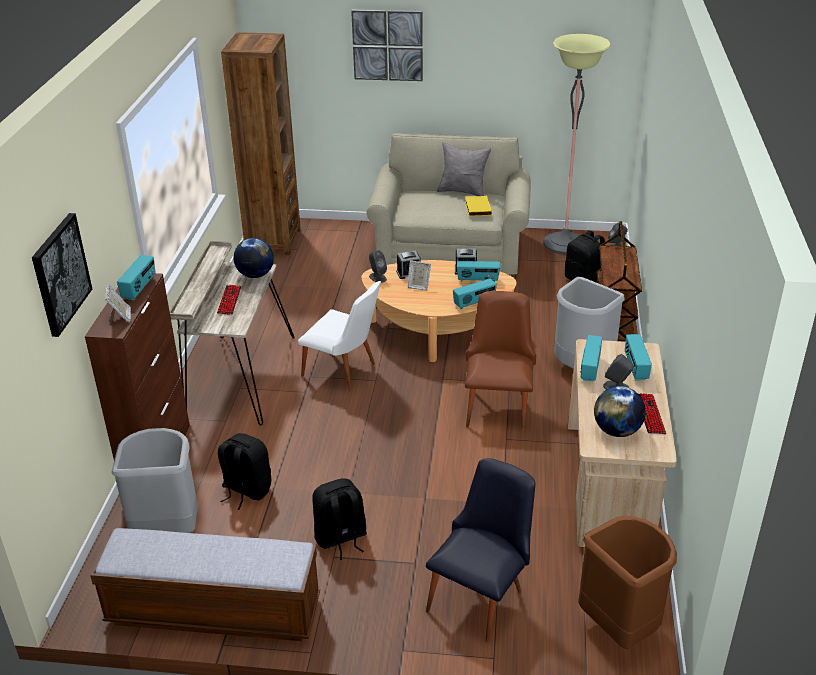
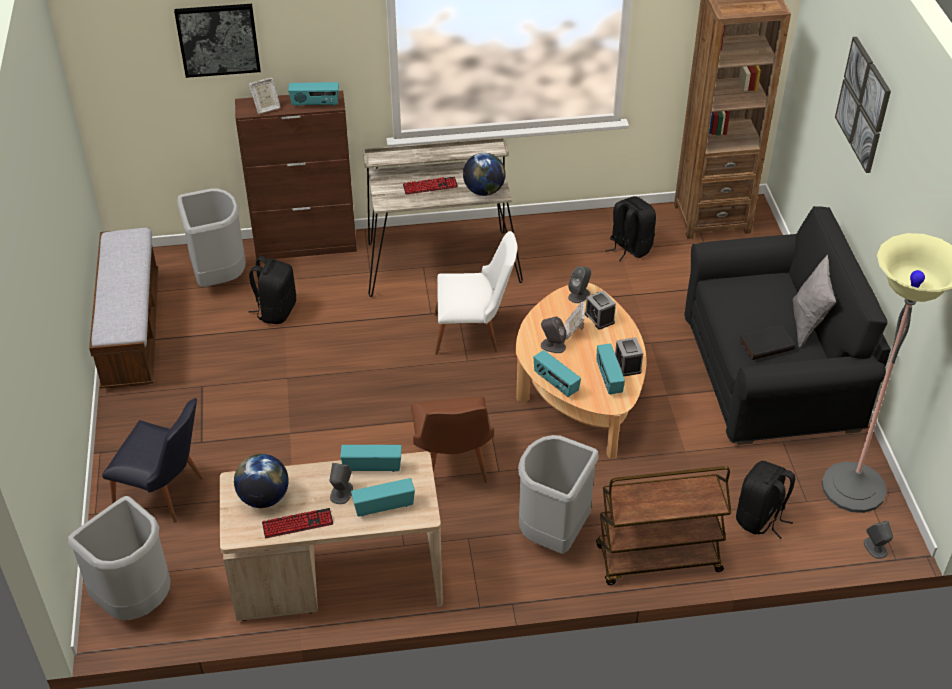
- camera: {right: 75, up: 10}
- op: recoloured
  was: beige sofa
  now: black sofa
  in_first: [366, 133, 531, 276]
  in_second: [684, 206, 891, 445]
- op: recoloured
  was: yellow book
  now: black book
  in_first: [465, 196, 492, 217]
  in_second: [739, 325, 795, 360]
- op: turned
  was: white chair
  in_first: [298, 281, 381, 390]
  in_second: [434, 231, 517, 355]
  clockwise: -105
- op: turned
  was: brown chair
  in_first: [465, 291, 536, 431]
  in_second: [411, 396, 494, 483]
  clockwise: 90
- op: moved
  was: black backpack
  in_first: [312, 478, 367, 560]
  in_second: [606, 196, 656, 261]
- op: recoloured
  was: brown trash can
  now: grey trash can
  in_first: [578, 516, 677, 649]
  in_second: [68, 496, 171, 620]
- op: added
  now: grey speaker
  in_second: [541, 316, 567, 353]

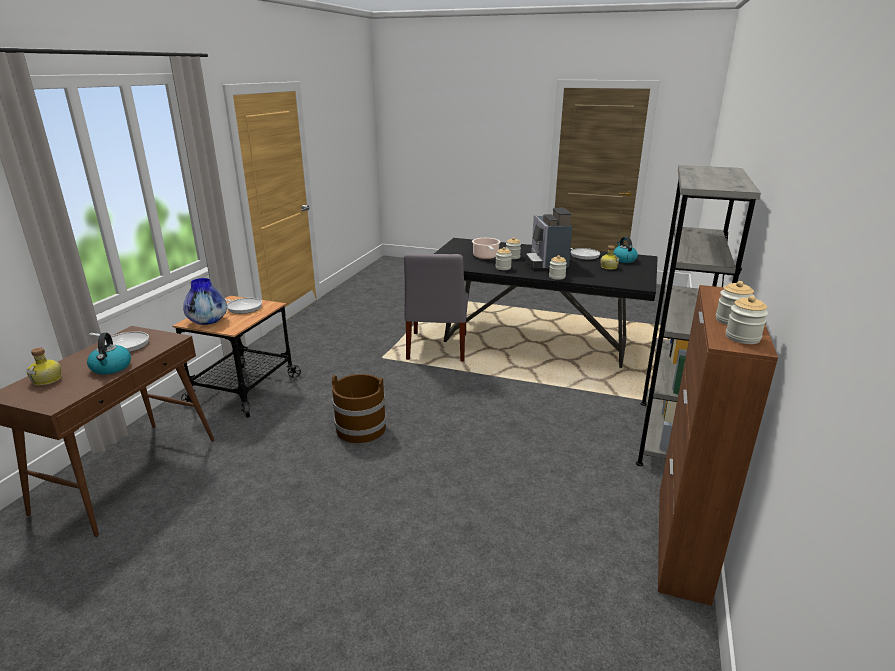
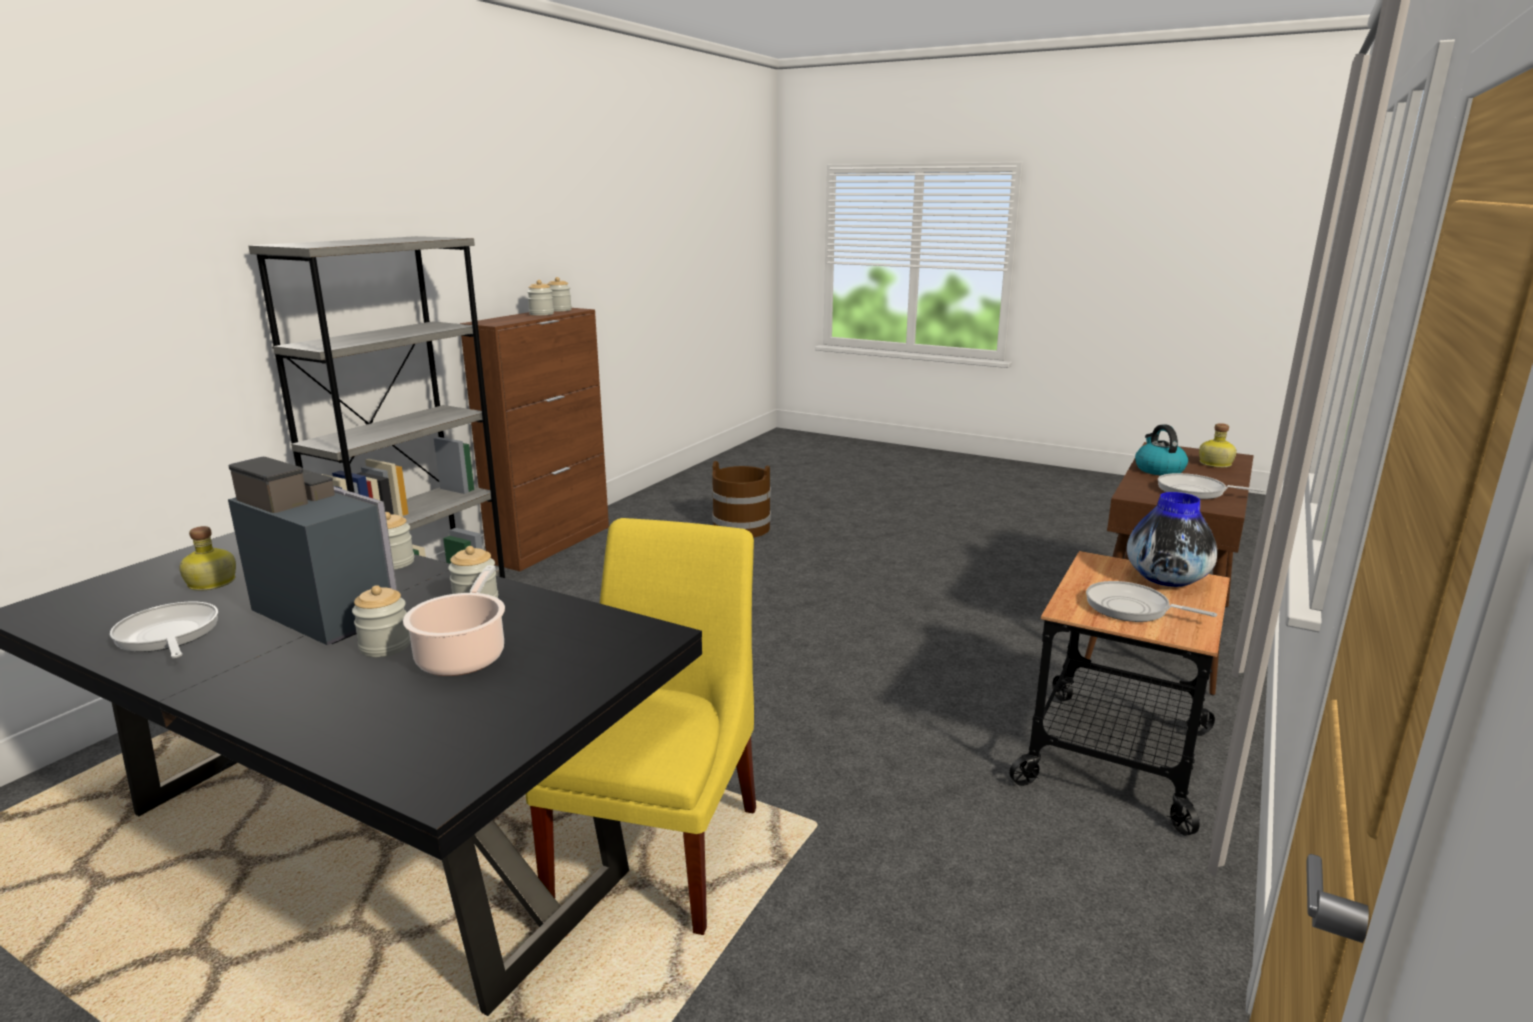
- camera: {right: -170, up: -5}
- op: turned
  was: coffee machine
  in_first: [526, 208, 573, 269]
  in_second: [228, 457, 397, 645]
  clockwise: -60
- op: removed
  was: kettle
  in_first: [613, 237, 638, 263]
- op: recoloured
  was: grey chair
  now: yellow chair
  in_first: [404, 253, 468, 361]
  in_second: [526, 518, 756, 935]
- op: moved
  was: brown bucket
  in_first: [332, 374, 386, 443]
  in_second: [712, 461, 771, 538]

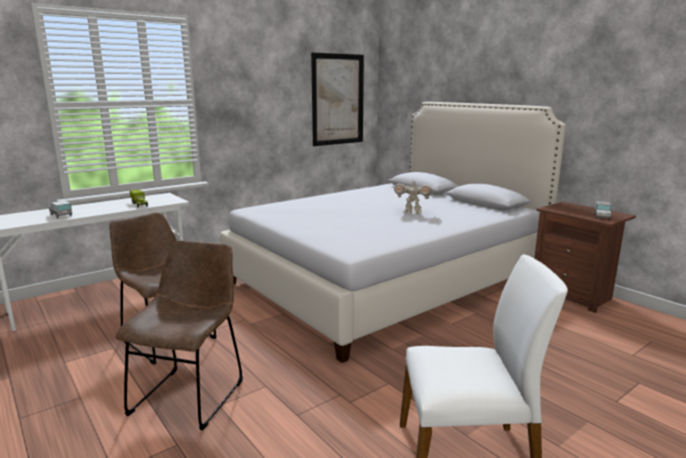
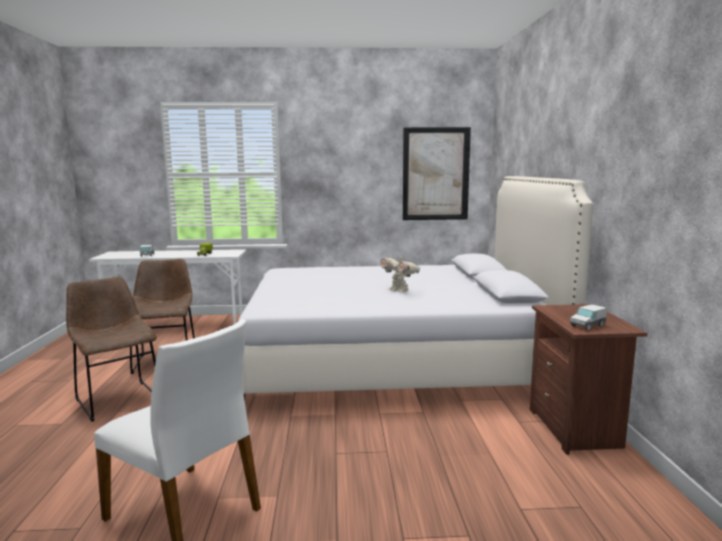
- camera: {right: 35, up: -5}
- op: turned
  was: brown chair
  in_first: [116, 240, 243, 430]
  in_second: [66, 276, 157, 422]
  clockwise: -90

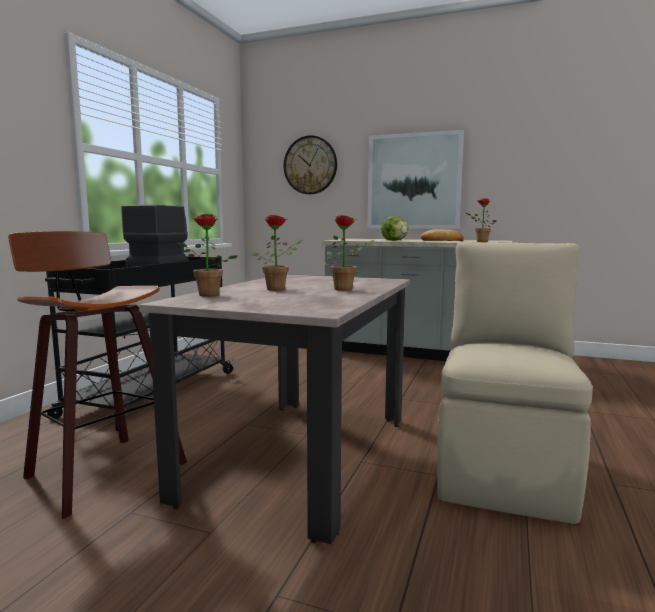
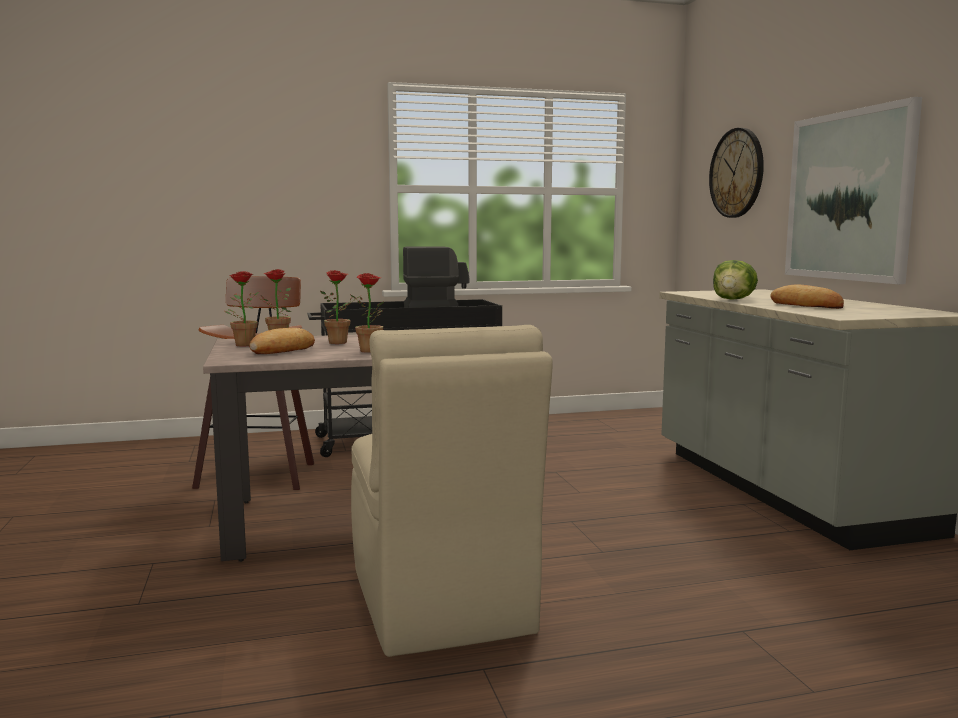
- camera: {right: 55, up: 0}
- op: moved
  was: potted plant
  in_first: [466, 198, 497, 242]
  in_second: [224, 271, 260, 346]
- op: turned
  was: beige chair
  in_first: [437, 242, 593, 524]
  in_second: [351, 325, 553, 657]
  clockwise: 90
- op: added
  now: bread
  in_second: [249, 328, 315, 354]

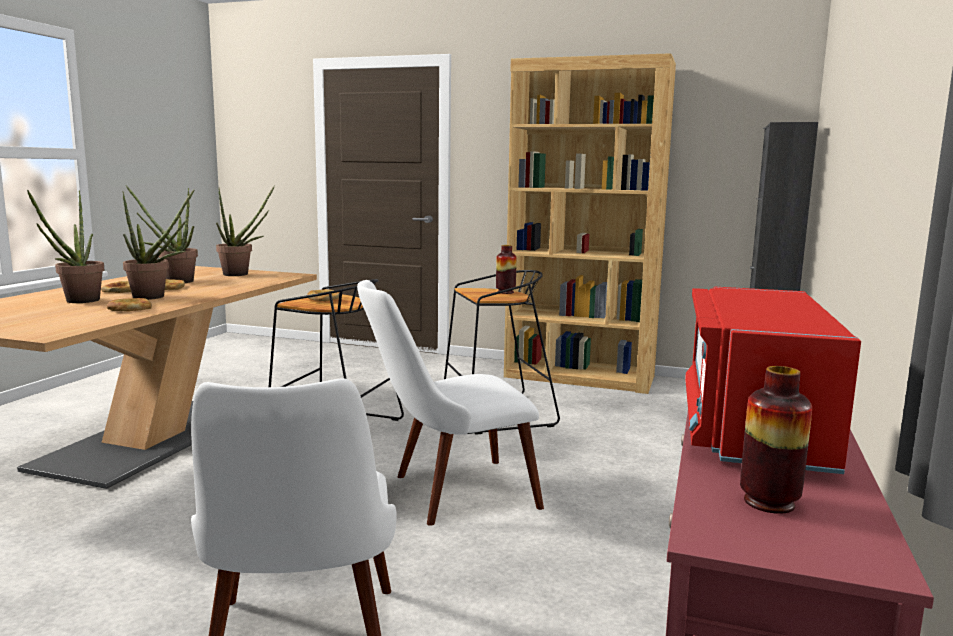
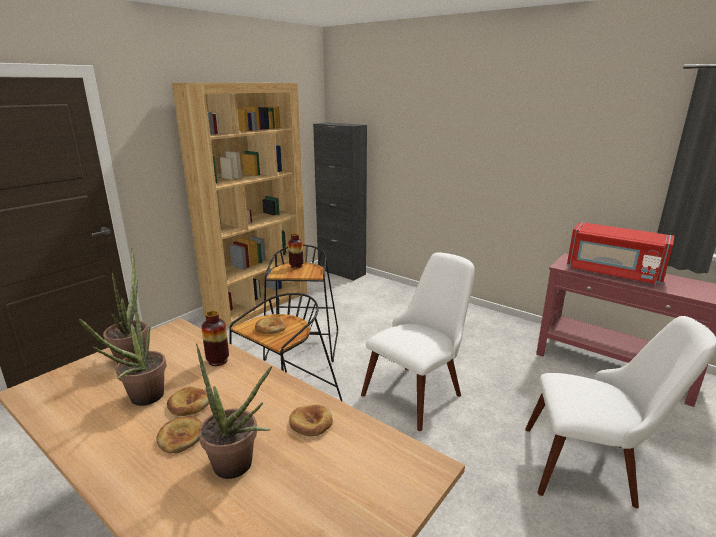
- camera: {right: -70, up: 10}
- op: removed
  was: potted plant
  in_first: [122, 189, 195, 300]
- op: turned
  was: white chair
  in_first: [357, 280, 544, 526]
  in_second: [361, 252, 475, 431]
  clockwise: -135
- op: moved
  was: vase
  in_first: [740, 366, 812, 514]
  in_second: [201, 311, 229, 366]

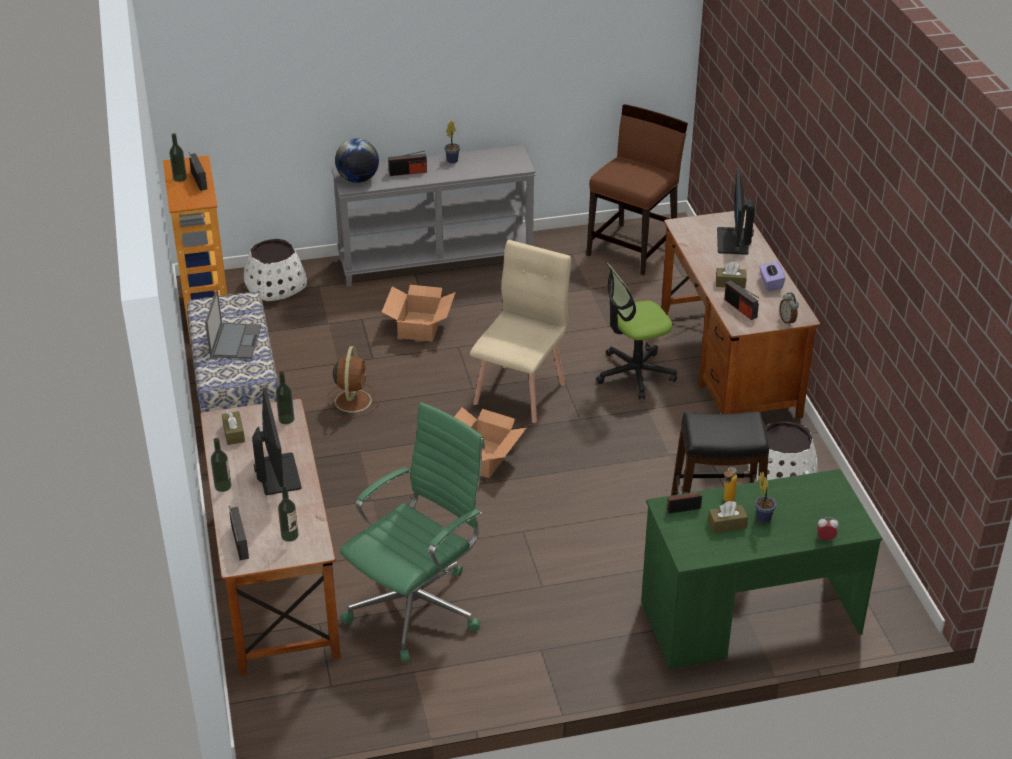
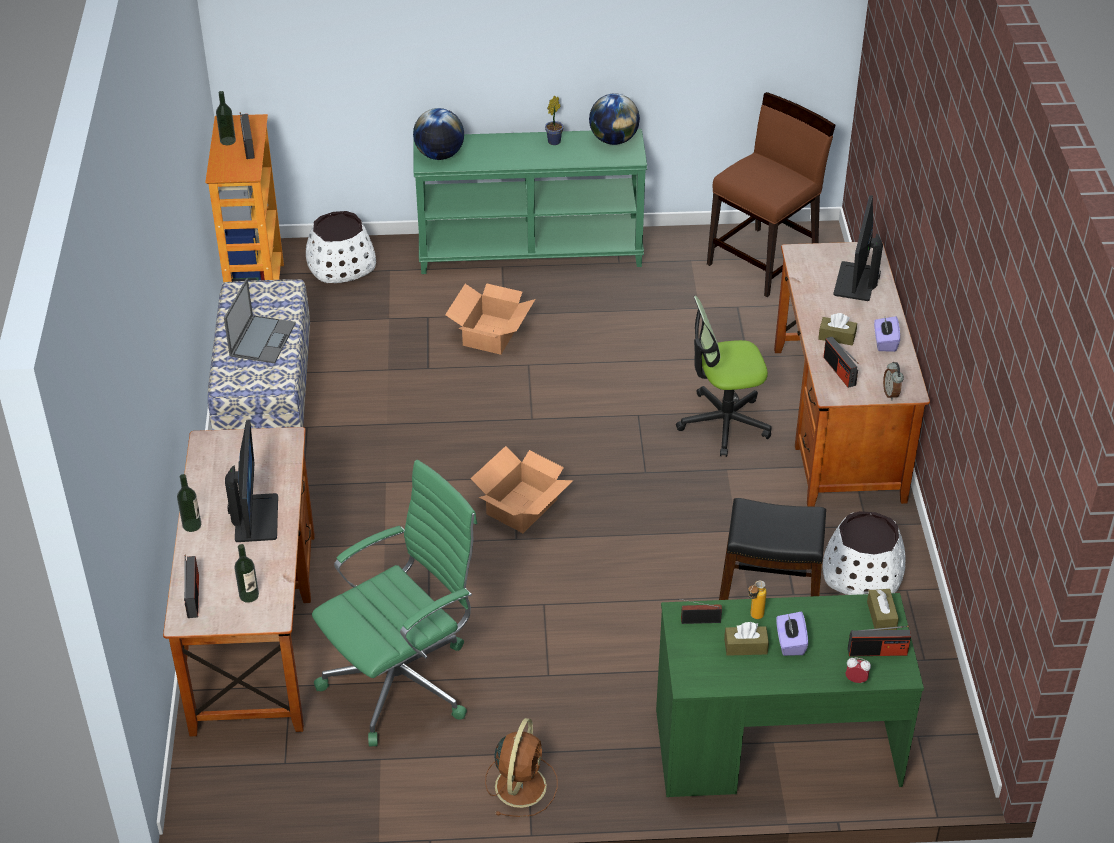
- camera: {right: 10, up: 5}
- op: recoloured
  was: grey console table
  now: green console table
  in_first: [331, 145, 536, 287]
  in_second: [413, 129, 647, 274]
- op: moved
  was: radio
  in_first: [388, 151, 427, 176]
  in_second: [848, 626, 911, 656]
- op: removed
  was: beige chair
  in_first: [470, 240, 571, 423]
- op: moved
  was: brown fan
  in_first: [327, 346, 380, 418]
  in_second: [485, 718, 558, 817]
- op: removed
  was: bottle
  in_first: [276, 372, 295, 424]
- op: moved
  was: brown tissue box
  in_first: [222, 411, 245, 445]
  in_second: [867, 589, 899, 630]
- op: replaced
  was: potted plant
  now: purple tissue box
  in_first: [755, 472, 777, 523]
  in_second: [776, 612, 808, 656]
- op: added
  now: globe
  in_second: [589, 93, 640, 145]

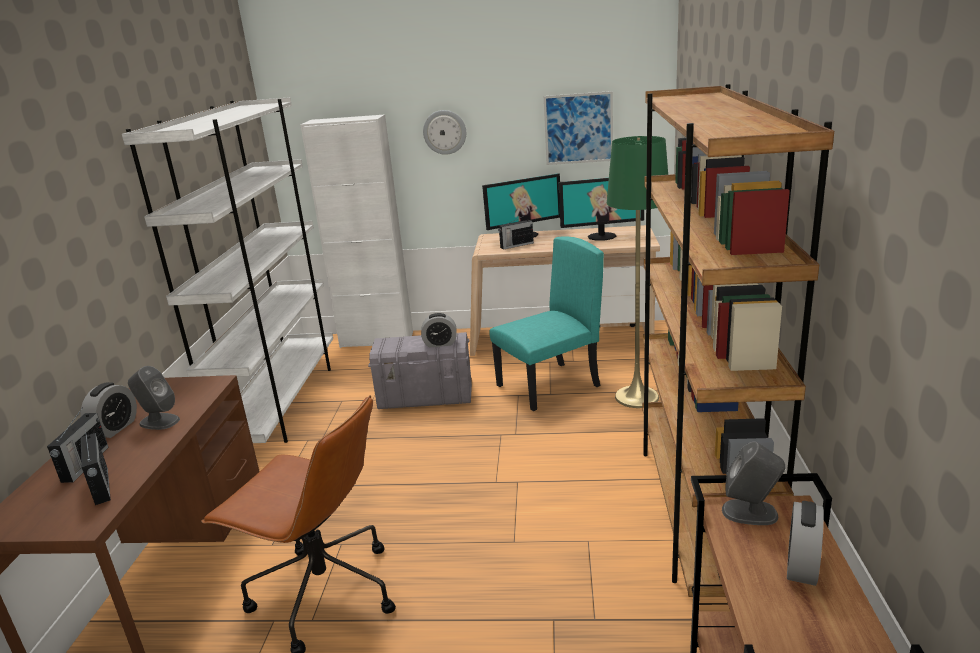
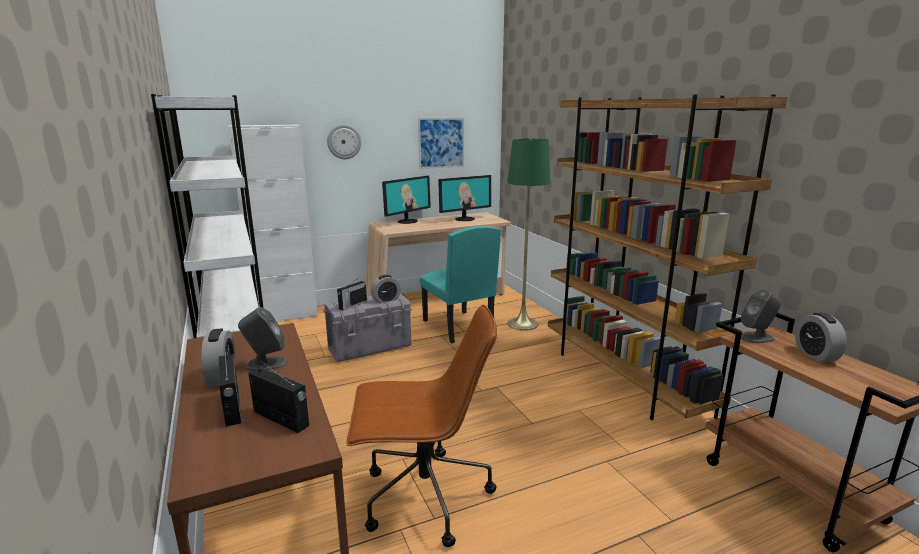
- camera: {right: -30, up: -5}
- op: moved
  was: radio
  in_first: [498, 216, 534, 250]
  in_second: [337, 277, 367, 311]
- op: turned
  was: turquoise chair
  in_first: [489, 236, 604, 411]
  in_second: [420, 226, 501, 343]
  clockwise: 120

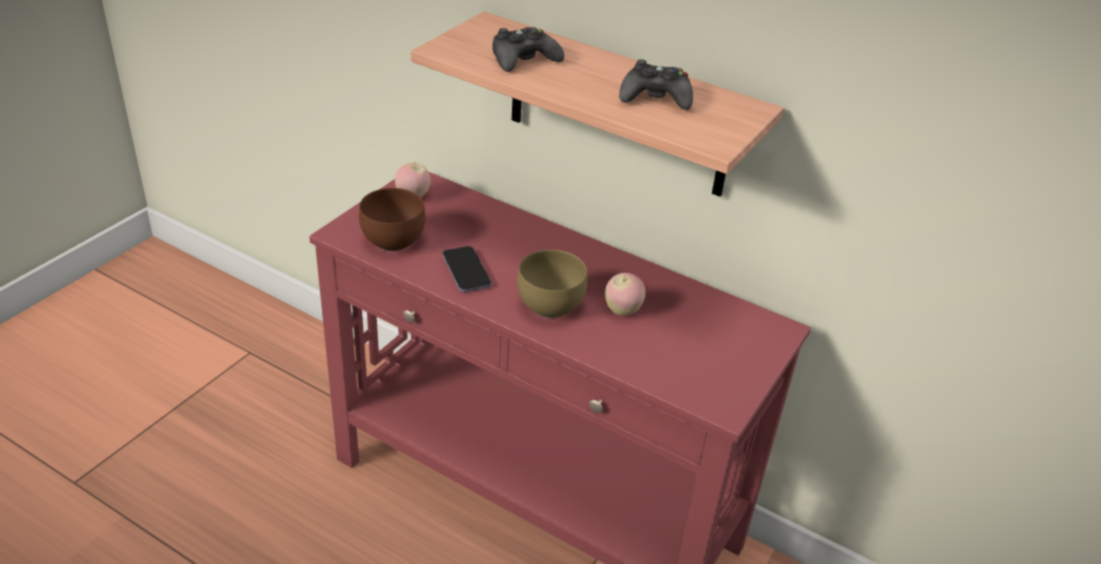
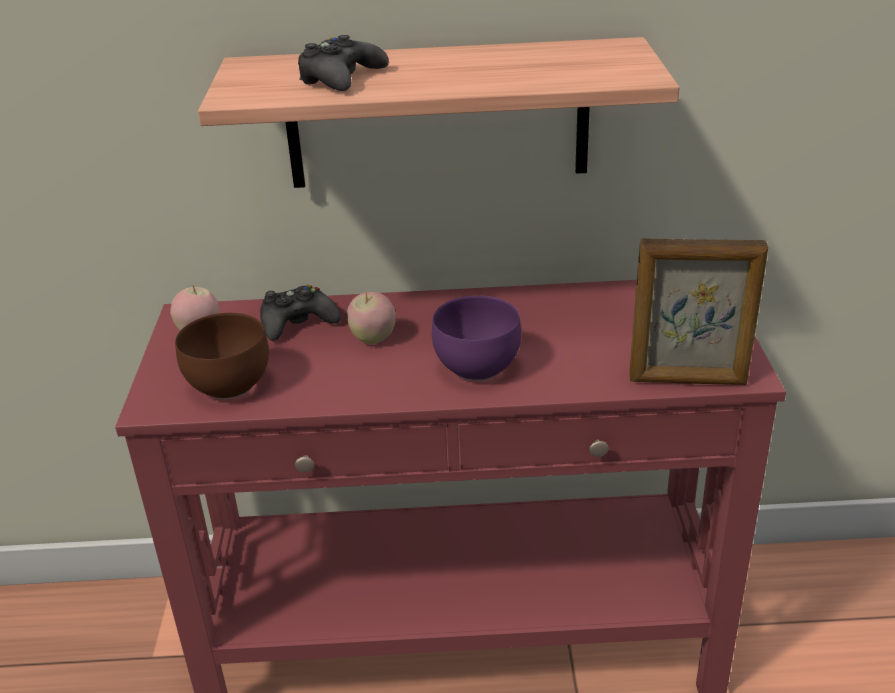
- camera: {right: -30, up: -5}
- op: moved
  was: black game controller
  in_first: [619, 59, 693, 110]
  in_second: [260, 285, 341, 341]
- op: removed
  was: phone
  in_first: [442, 246, 491, 292]
- op: recoloured
  was: brown bowl
  now: purple bowl
  in_first: [517, 249, 588, 318]
  in_second: [432, 295, 521, 381]
- op: moved
  was: apple
  in_first: [605, 273, 646, 316]
  in_second: [347, 292, 396, 344]
- op: added
  now: picture frame
  in_second: [629, 238, 768, 385]

